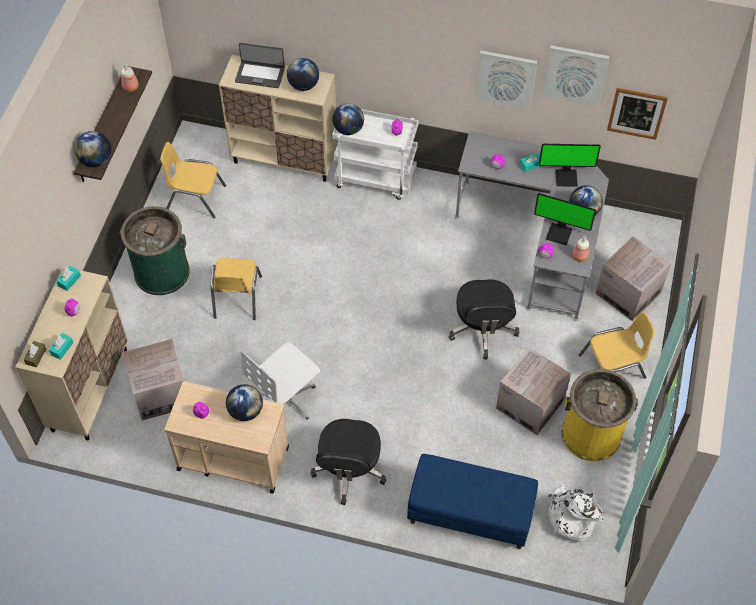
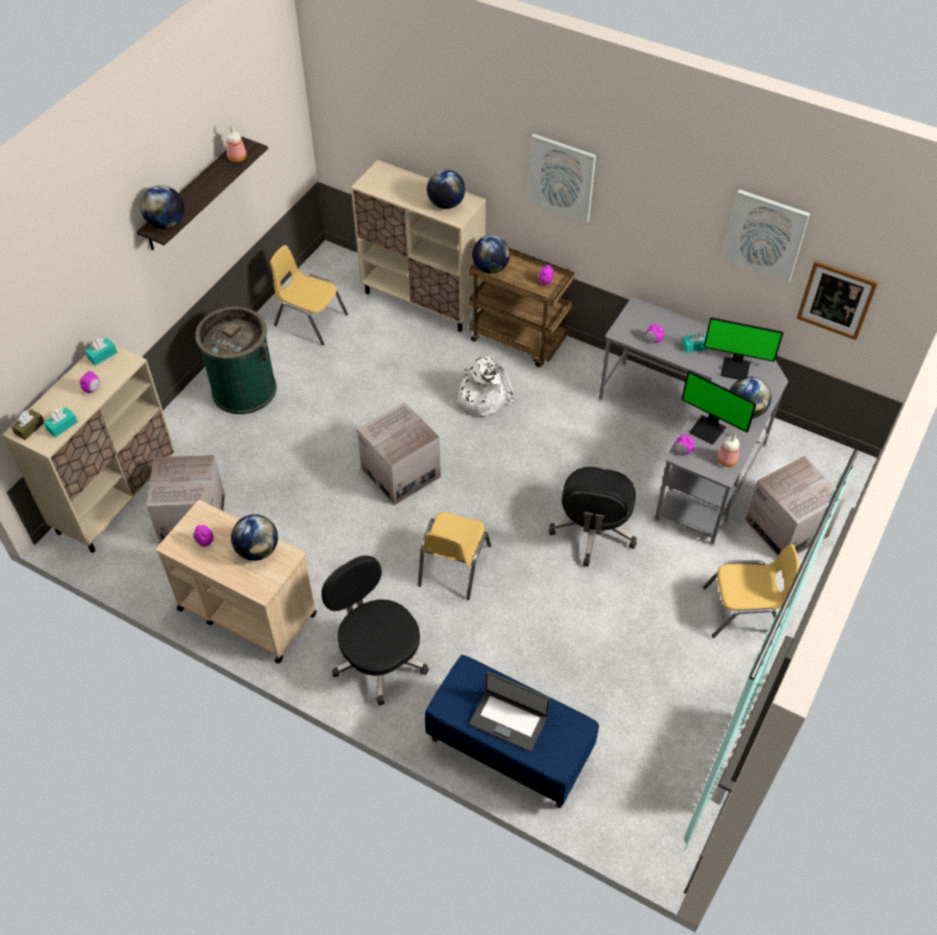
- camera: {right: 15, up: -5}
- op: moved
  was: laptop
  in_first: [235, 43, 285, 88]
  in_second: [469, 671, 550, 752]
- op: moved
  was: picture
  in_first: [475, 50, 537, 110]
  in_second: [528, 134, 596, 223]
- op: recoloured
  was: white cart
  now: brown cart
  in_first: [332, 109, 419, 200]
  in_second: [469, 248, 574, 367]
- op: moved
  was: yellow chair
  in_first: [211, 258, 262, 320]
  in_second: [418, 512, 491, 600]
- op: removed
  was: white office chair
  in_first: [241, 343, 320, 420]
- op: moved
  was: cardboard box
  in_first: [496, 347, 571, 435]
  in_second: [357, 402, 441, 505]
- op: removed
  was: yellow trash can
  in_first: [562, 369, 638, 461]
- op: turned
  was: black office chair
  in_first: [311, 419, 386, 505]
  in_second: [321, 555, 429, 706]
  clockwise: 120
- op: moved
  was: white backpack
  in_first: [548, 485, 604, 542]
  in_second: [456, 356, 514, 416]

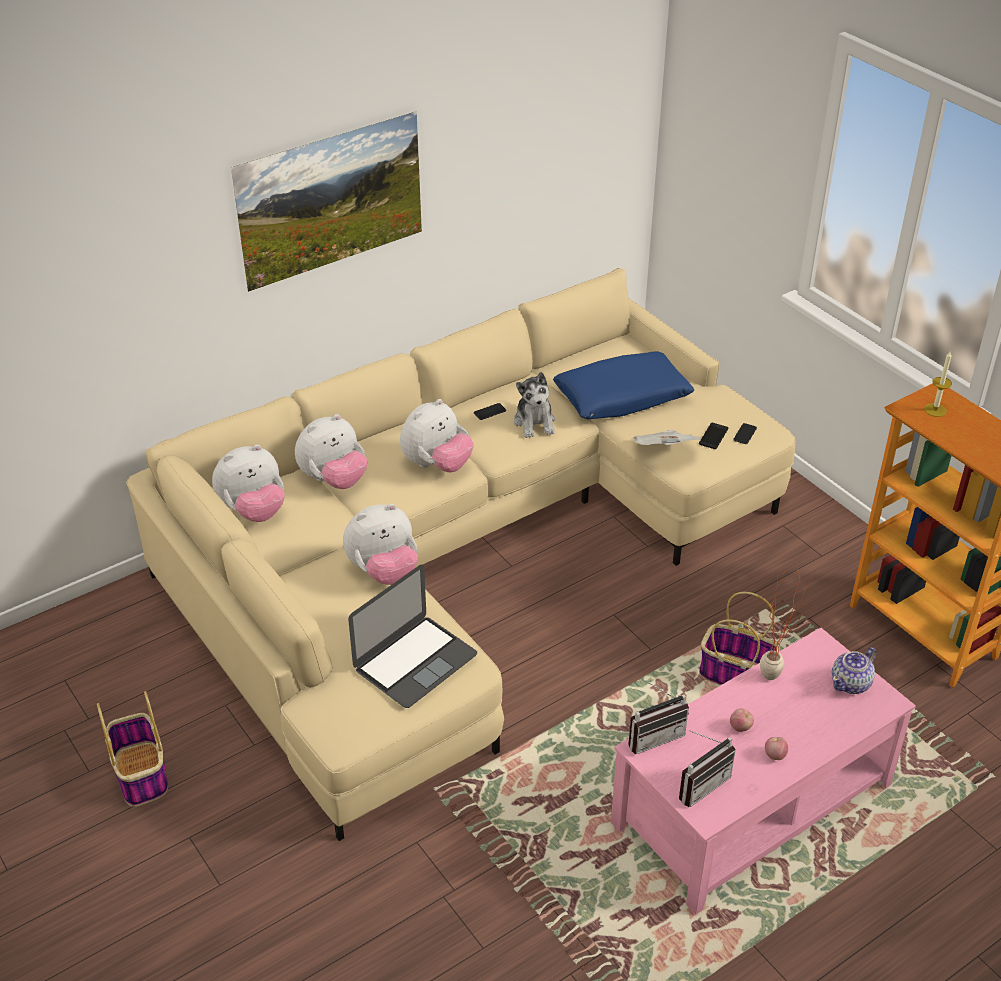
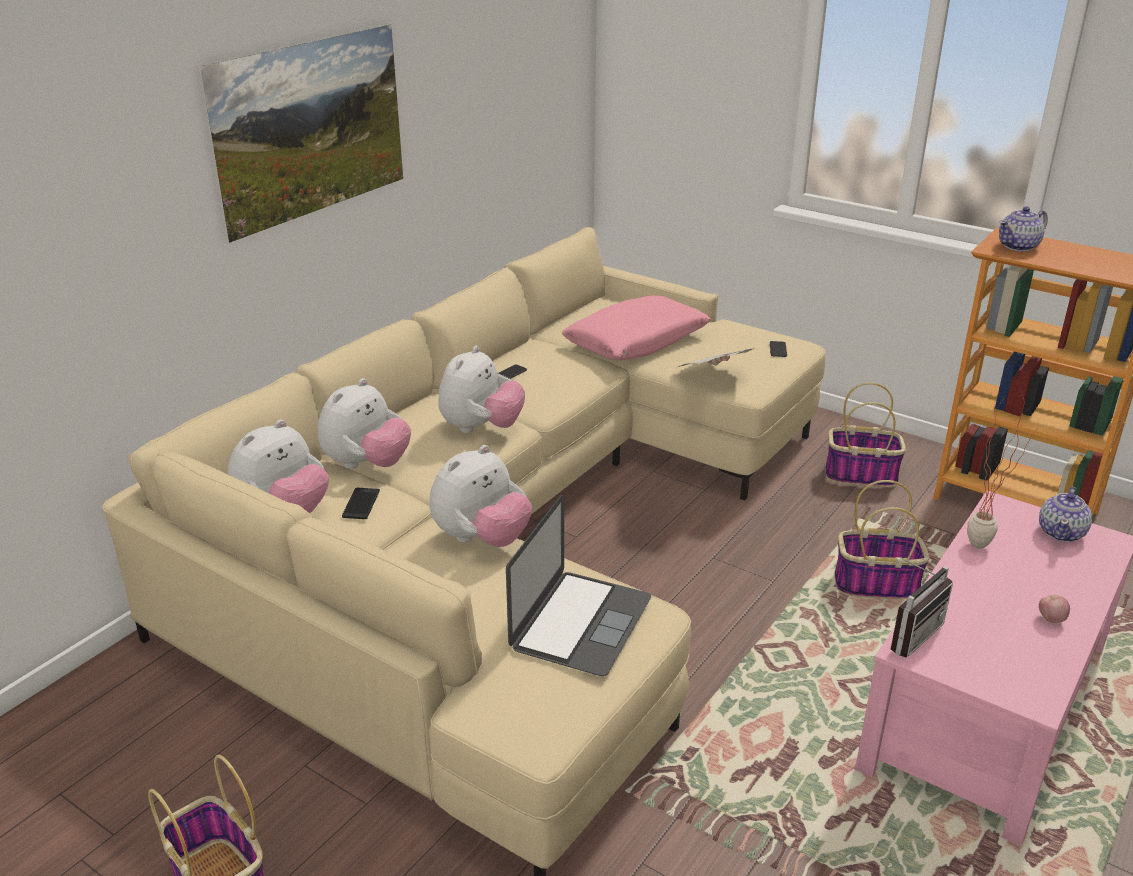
- camera: {right: -20, up: -10}
- op: recoloured
  was: blue pillow
  now: pink pillow
  in_first: [553, 352, 694, 419]
  in_second: [562, 295, 711, 360]
- op: replaced
  was: candle
  now: teapot
  in_first: [924, 352, 952, 417]
  in_second: [999, 207, 1048, 251]
- op: removed
  was: plush toy
  in_first: [514, 372, 555, 438]
- op: moved
  was: phone
  in_first: [699, 423, 729, 449]
  in_second: [342, 488, 380, 519]
- op: removed
  was: apple
  in_first: [730, 709, 754, 732]
- op: removed
  was: radio
  in_first: [679, 730, 735, 807]
- op: added
  now: basket
  in_second: [825, 382, 906, 487]

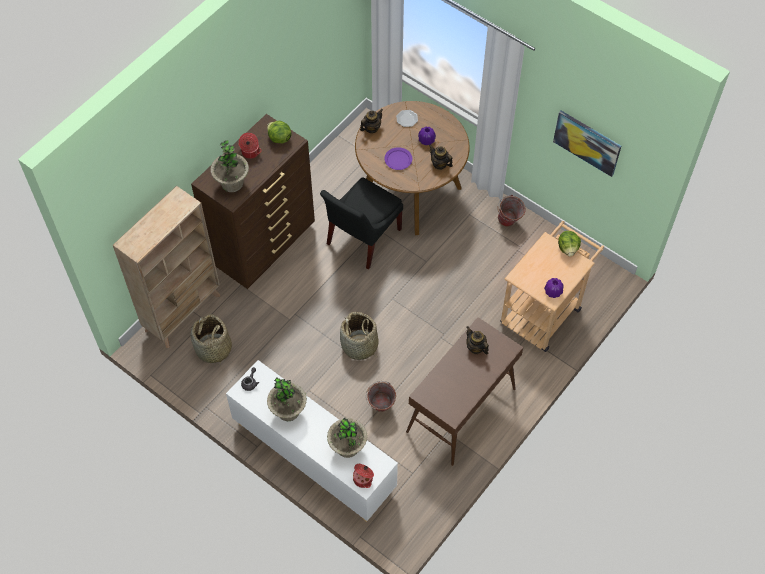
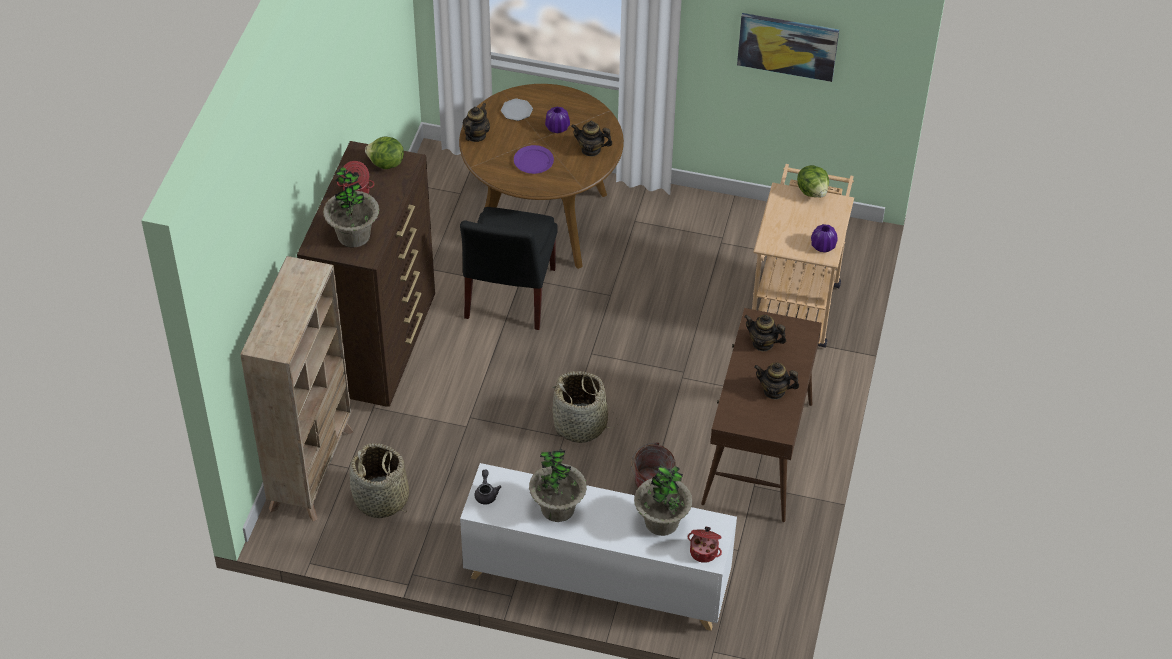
- camera: {right: -25, up: -10}
- op: removed
  was: bucket
  in_first: [497, 195, 526, 227]
- op: added
  now: teapot
  in_second: [754, 362, 799, 399]

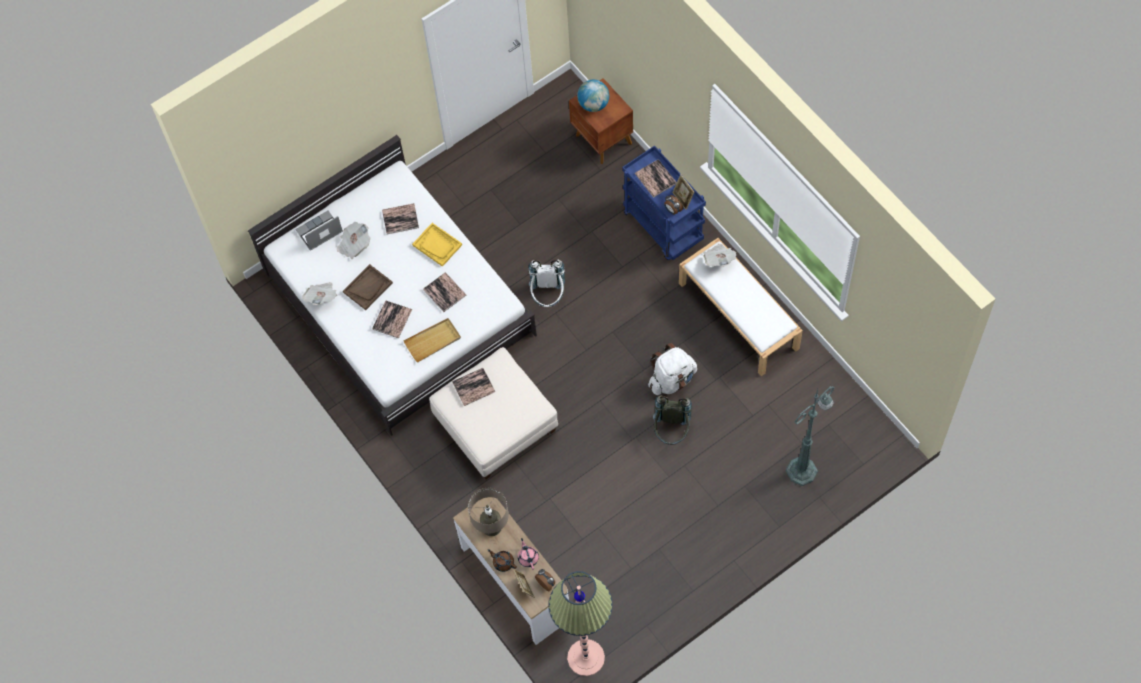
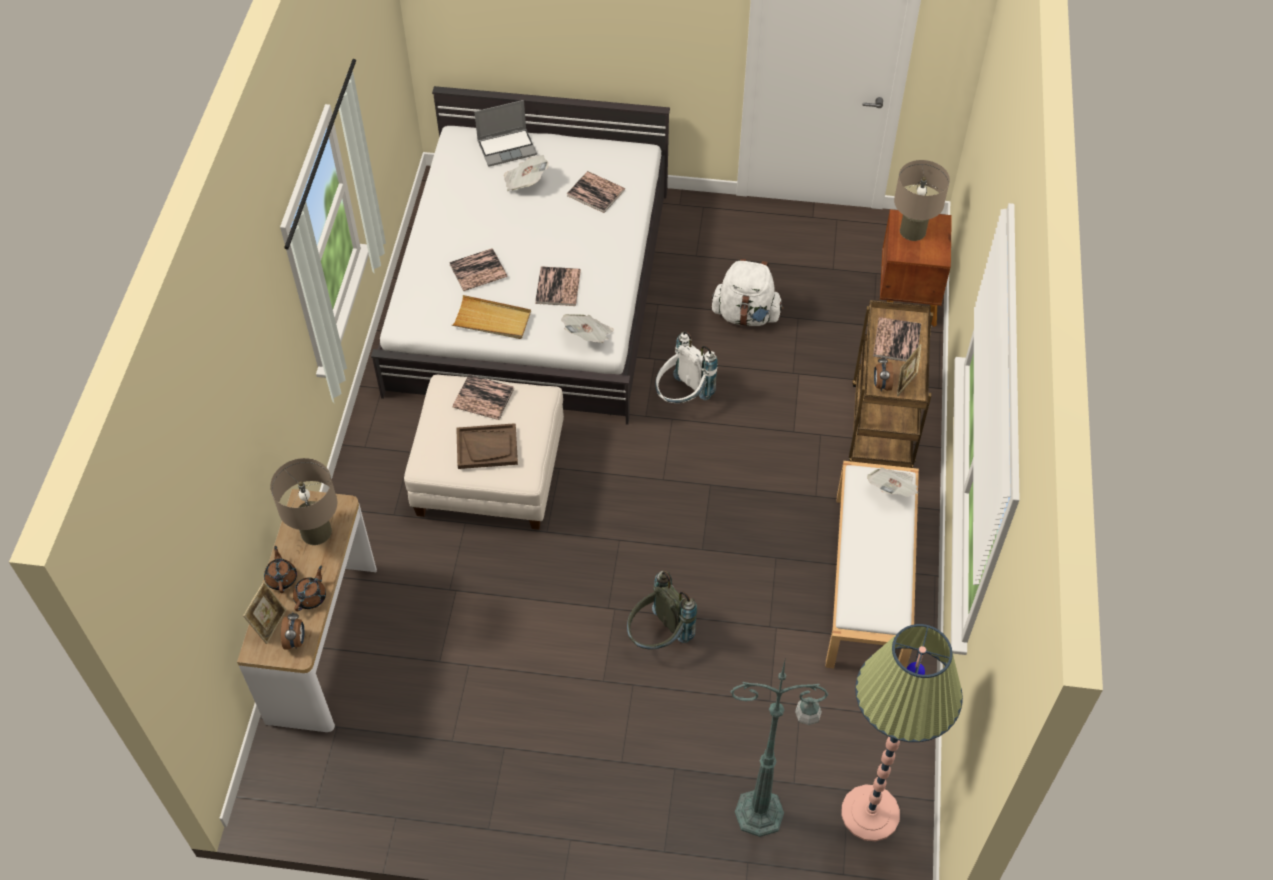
- camera: {right: 40, up: -10}
- op: replaced
  was: globe
  now: beige table lamp
  in_first: [577, 80, 609, 112]
  in_second: [894, 160, 950, 241]
- op: recoloured
  was: blue cart
  now: brown cart
  in_first: [622, 145, 706, 260]
  in_second: [849, 300, 933, 468]
- op: turned
  was: laptop
  in_first: [295, 210, 343, 251]
  in_second: [474, 100, 537, 167]
  clockwise: 150
- op: removed
  was: yellow tray
  in_first: [412, 223, 462, 267]
- op: moved
  was: brown tray
  in_first: [343, 264, 393, 310]
  in_second: [456, 423, 518, 469]
- op: moved
  was: newspaper
  in_first: [302, 282, 337, 305]
  in_second: [561, 314, 614, 343]
- op: moved
  was: white backpack
  in_first: [648, 343, 697, 395]
  in_second: [712, 259, 784, 326]
- op: recoloured
  was: pink teapot
  now: brown teapot
  in_first: [518, 538, 539, 570]
  in_second: [293, 566, 326, 611]
- op: moved
  was: floor lamp
  in_first: [549, 571, 612, 676]
  in_second: [841, 624, 963, 842]

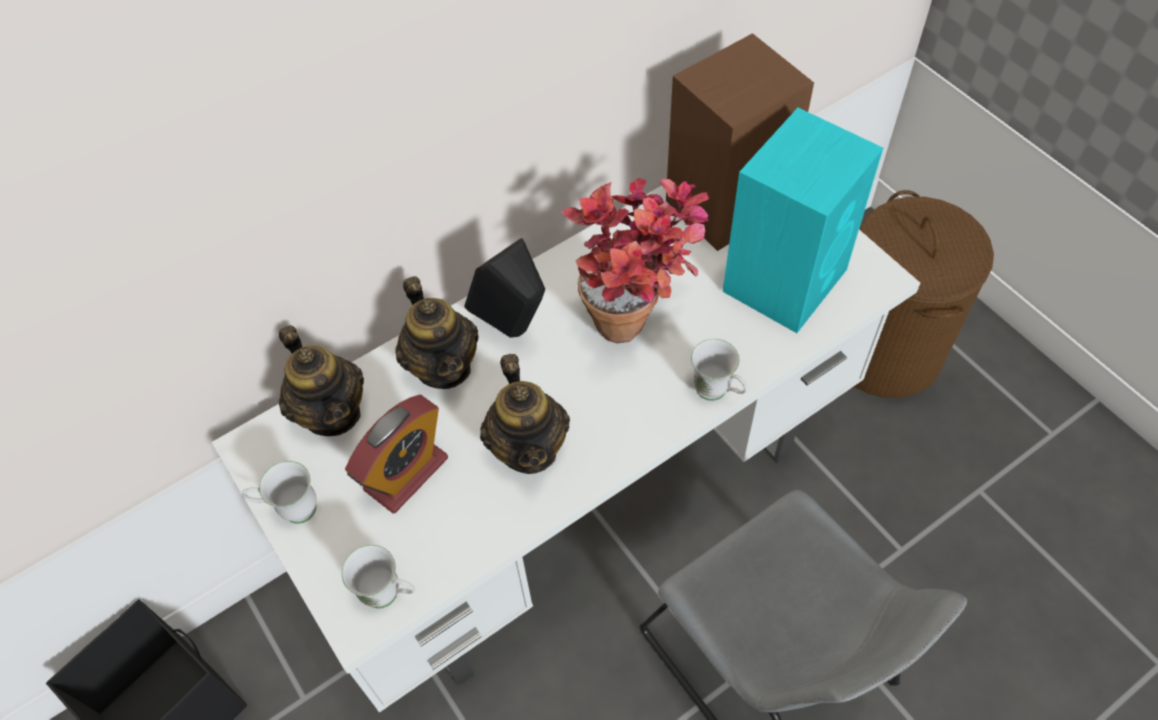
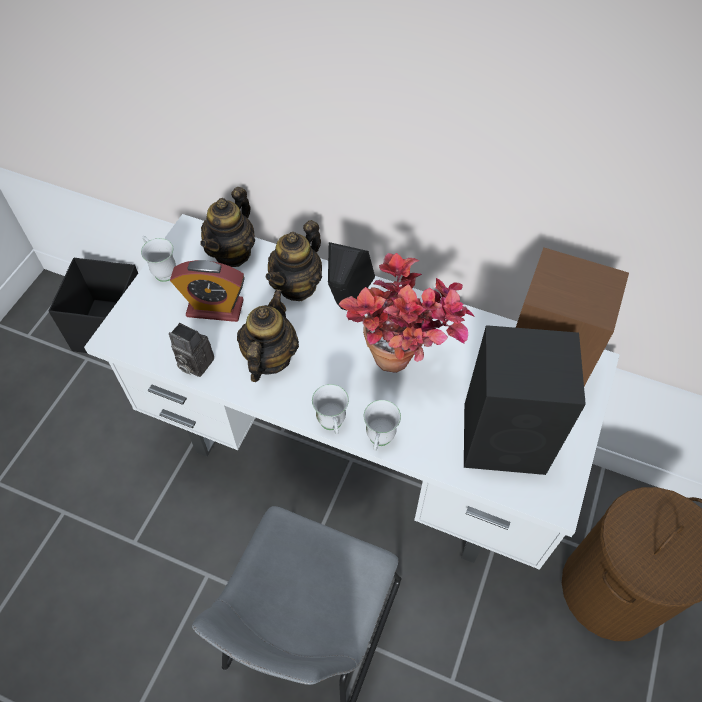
- camera: {right: 55, up: 0}
- op: recoloured
  was: turquoise speaker
  now: black speaker
  in_first: [723, 108, 883, 333]
  in_second: [464, 325, 586, 475]
- op: turned
  was: teapot
  in_first: [480, 354, 570, 474]
  in_second: [237, 289, 299, 382]
  clockwise: 150
- op: moved
  was: white mug
  in_first: [342, 545, 415, 609]
  in_second: [312, 384, 349, 434]
- op: added
  now: photo camera
  in_second: [169, 323, 214, 377]

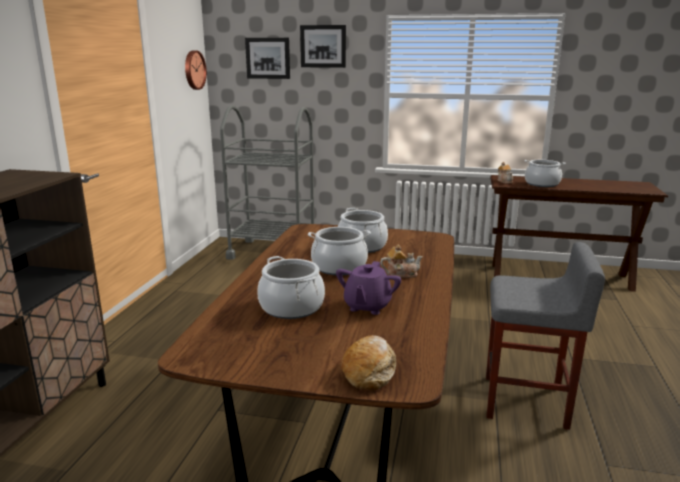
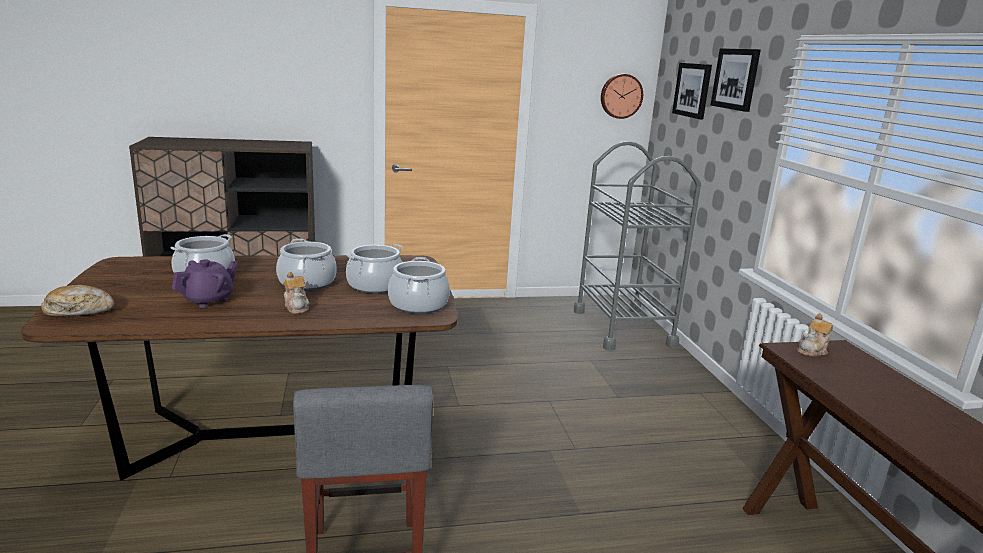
- camera: {right: 65, up: 0}
- op: moved
  was: cooking pot
  in_first: [525, 160, 566, 187]
  in_second: [388, 257, 450, 314]
- op: turned
  was: purple teapot
  in_first: [336, 261, 401, 315]
  in_second: [172, 259, 238, 308]
  clockwise: 135

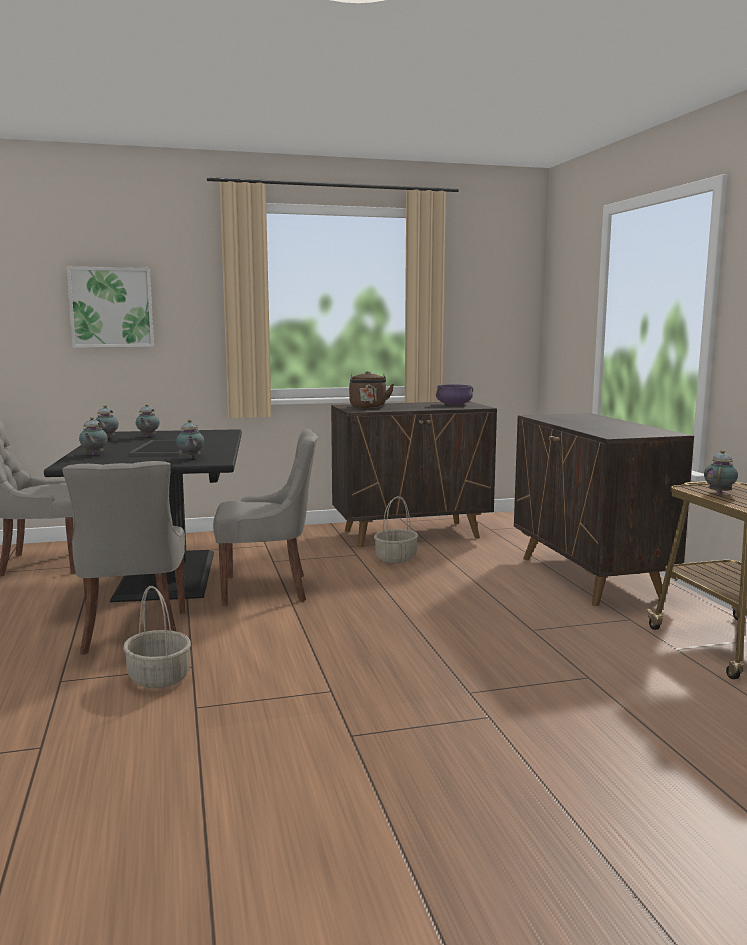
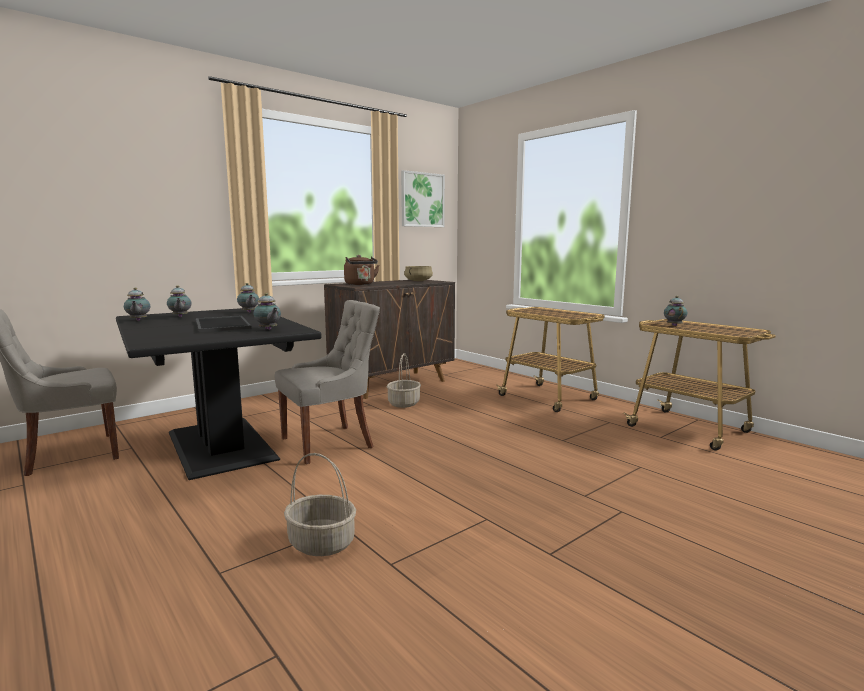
- camera: {right: -25, up: 0}
- op: moved
  was: picture
  in_first: [67, 267, 154, 348]
  in_second: [401, 170, 445, 227]
- op: recoloured
  was: purple cooking pot
  now: beige cooking pot
  in_first: [436, 385, 473, 405]
  in_second: [404, 266, 433, 281]
- op: replaced
  was: brown cabinet
  now: cart
  in_first: [514, 413, 694, 606]
  in_second: [496, 307, 605, 412]
- op: moved
  was: teapot
  in_first: [79, 417, 108, 455]
  in_second: [237, 283, 259, 313]
- op: removed
  was: grey chair
  in_first: [62, 461, 185, 655]

